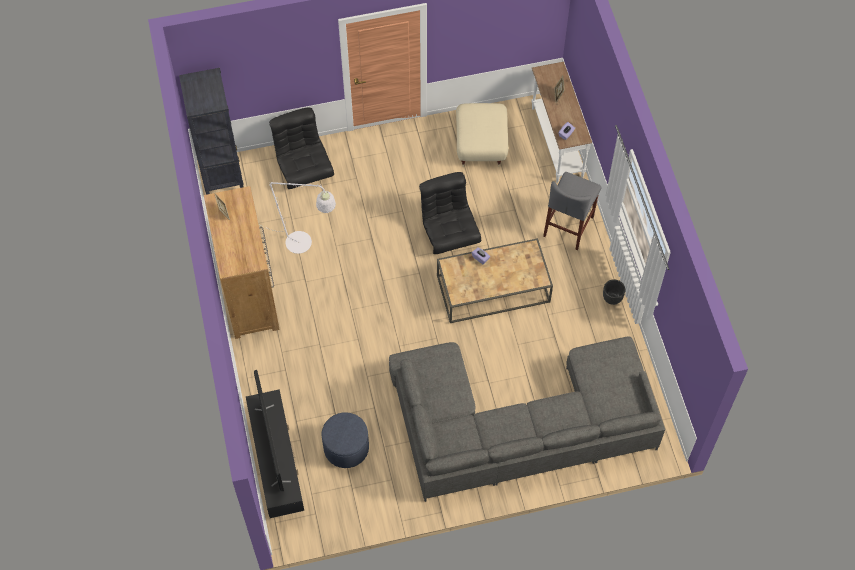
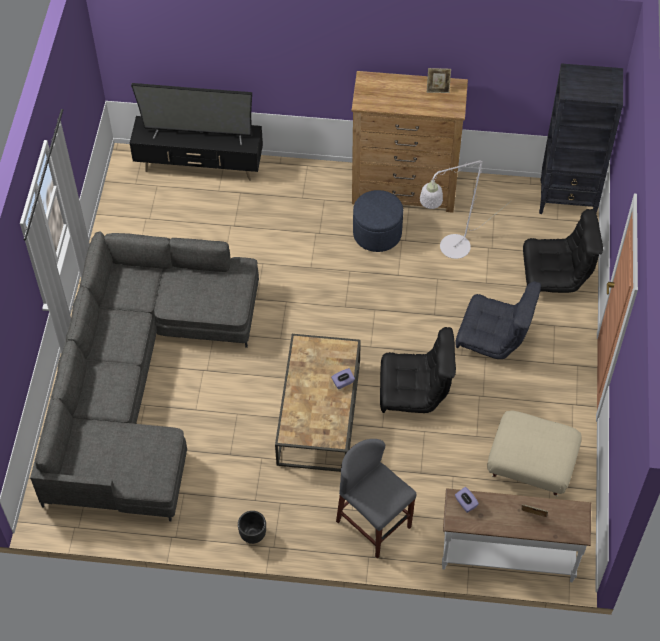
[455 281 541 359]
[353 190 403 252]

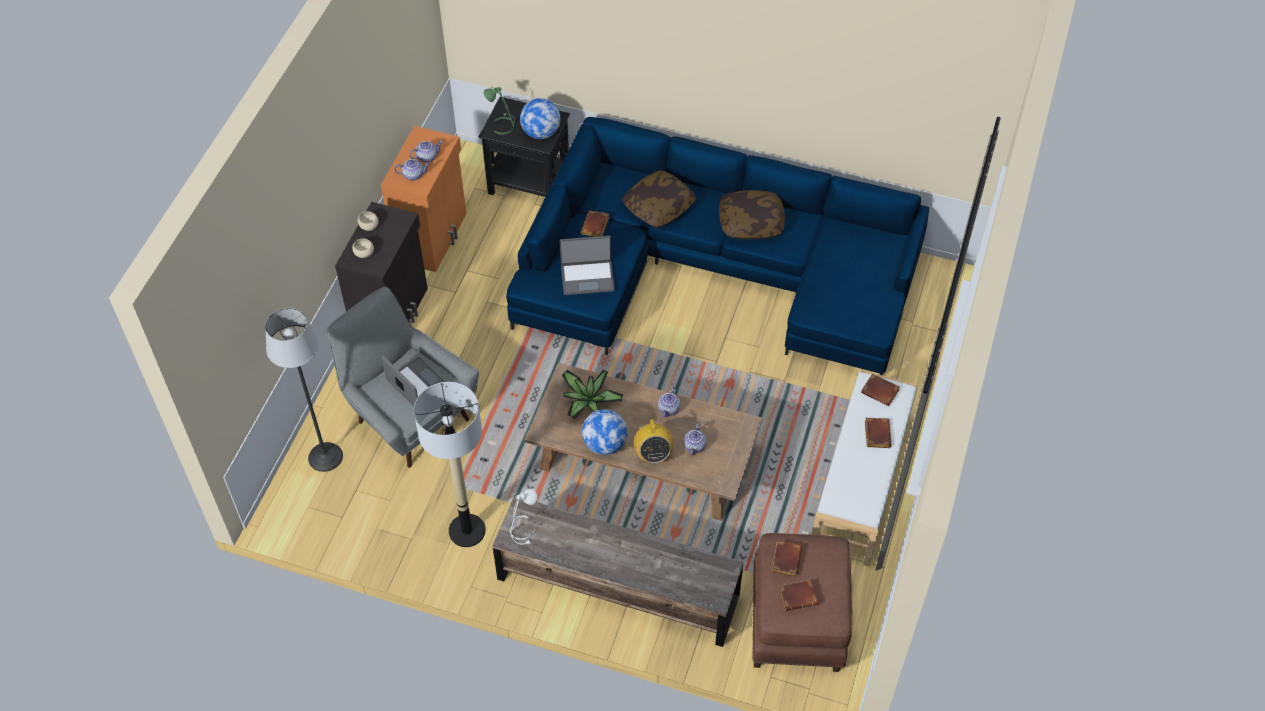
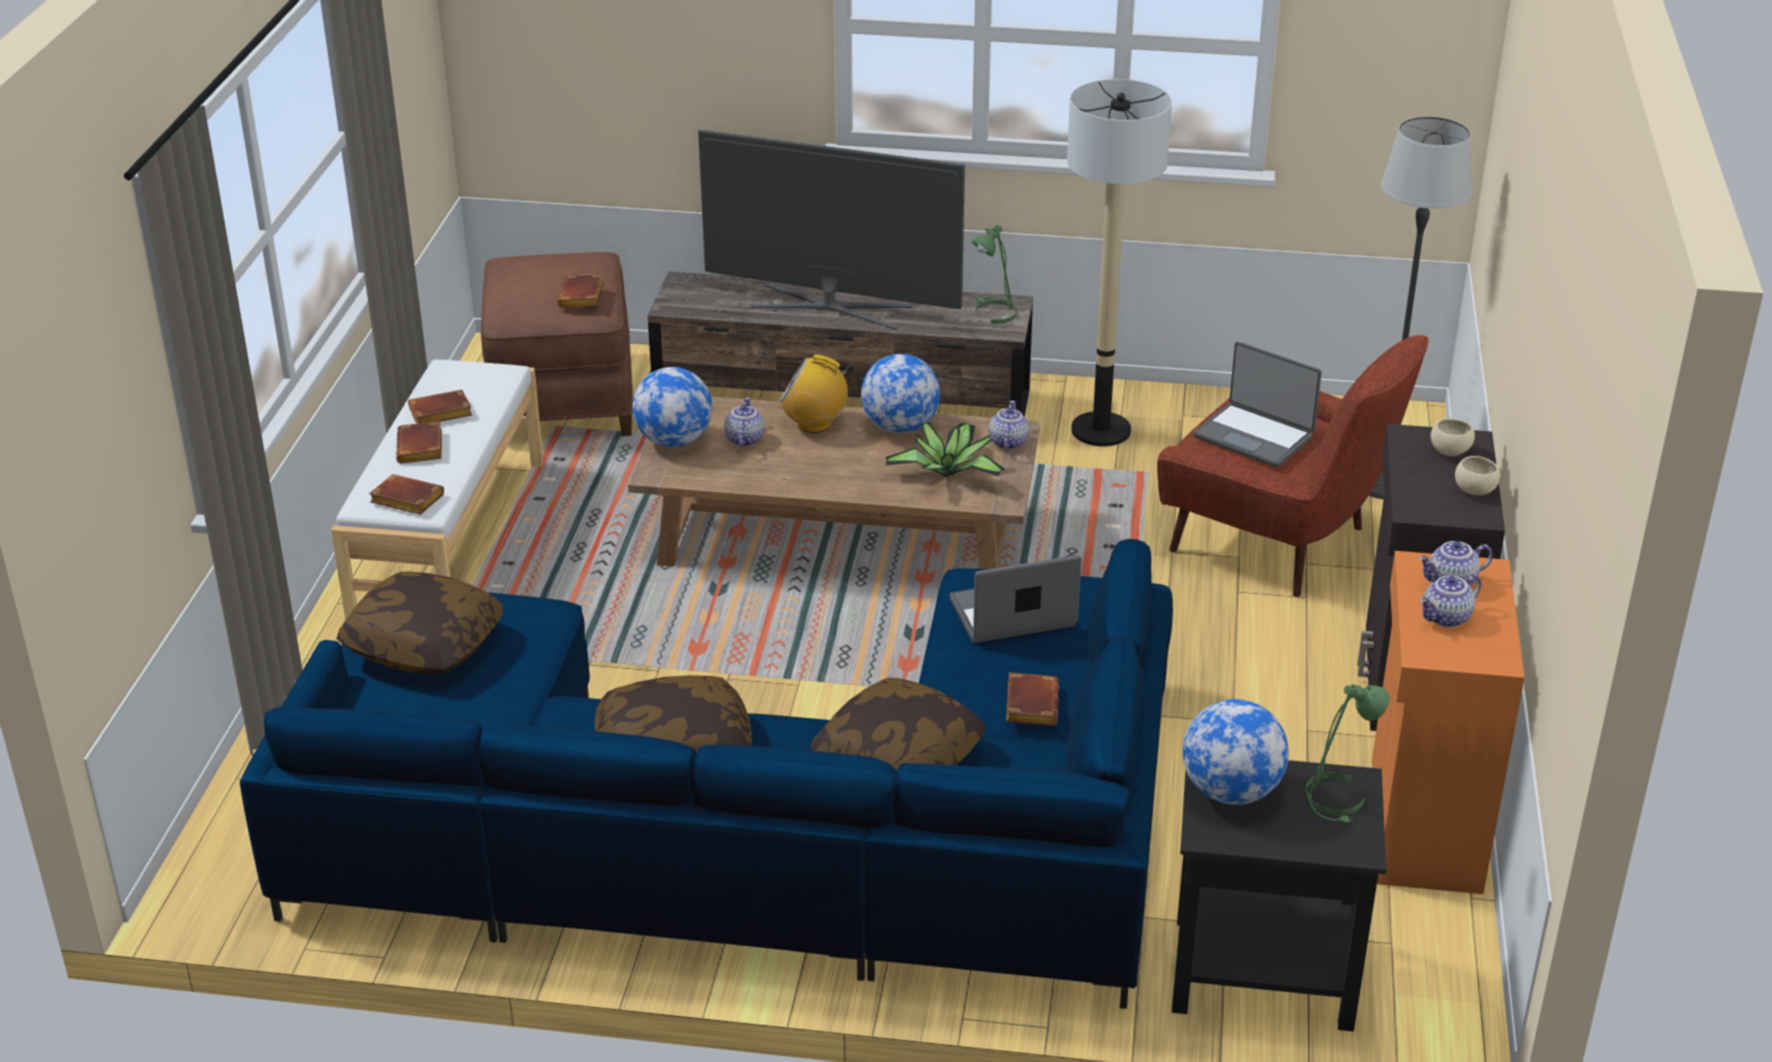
[336 571 504 675]
[632 367 712 447]
[698 129 965 330]
[989 401 1029 450]
[408 390 472 424]
[1157 335 1428 597]
[972 225 1017 324]
[780 355 853 433]

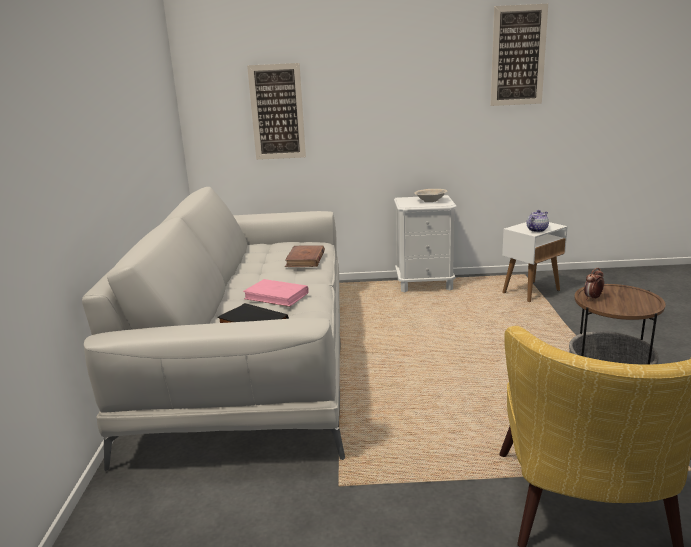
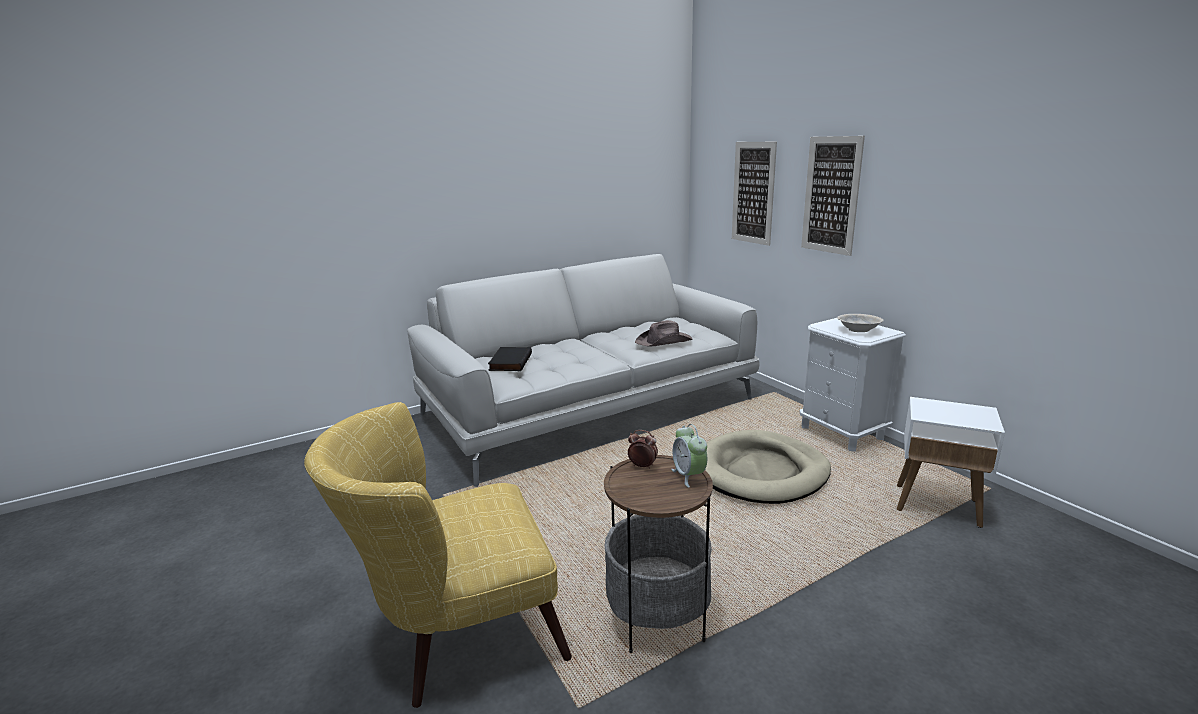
[243 279 309 307] (first image)
[526 210 549 232] (first image)
[671 424 707 488]
[705 430 831 504]
[801 136 865 256]
[635 320 693 346]

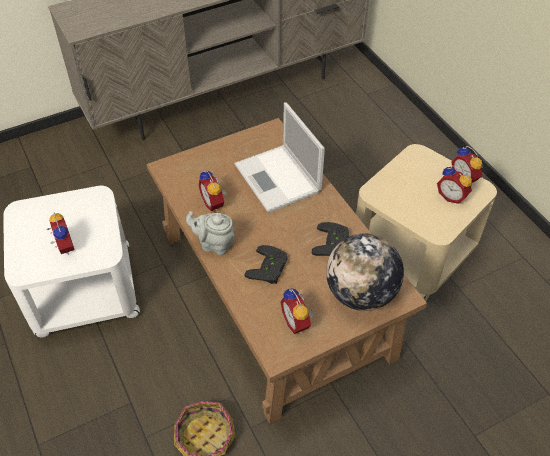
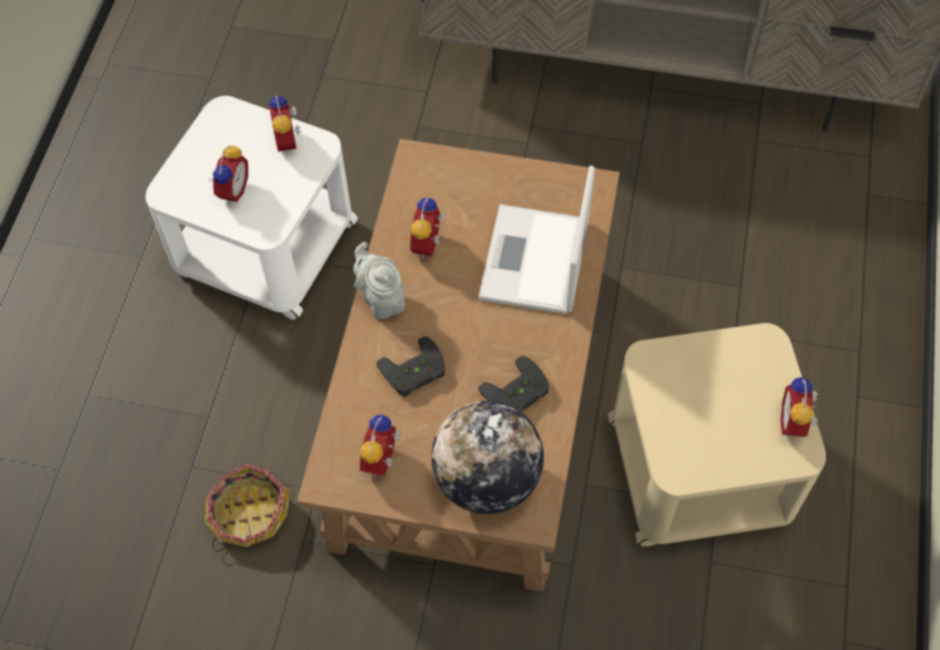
[269 95 301 154]

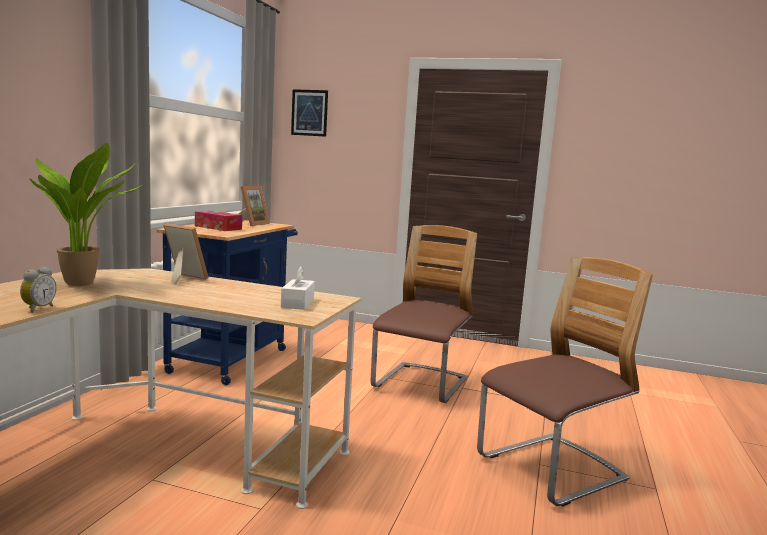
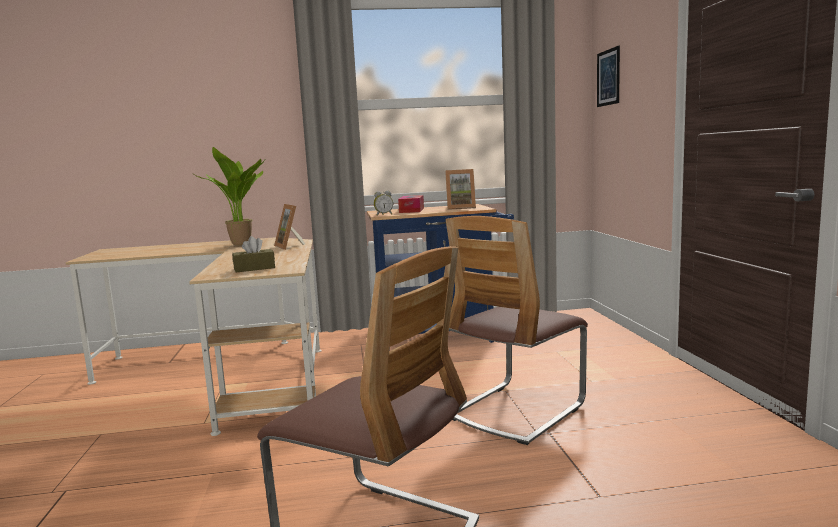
[374 191 393 216]
[232 236 275 272]
[274 204 305 250]
[446 216 588 445]

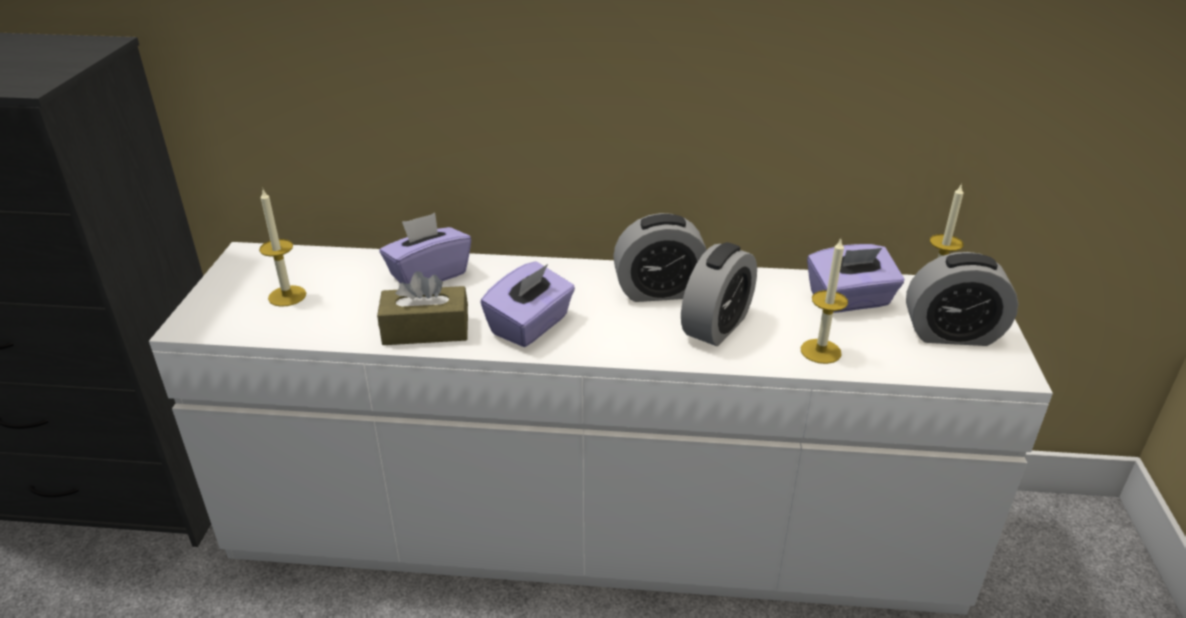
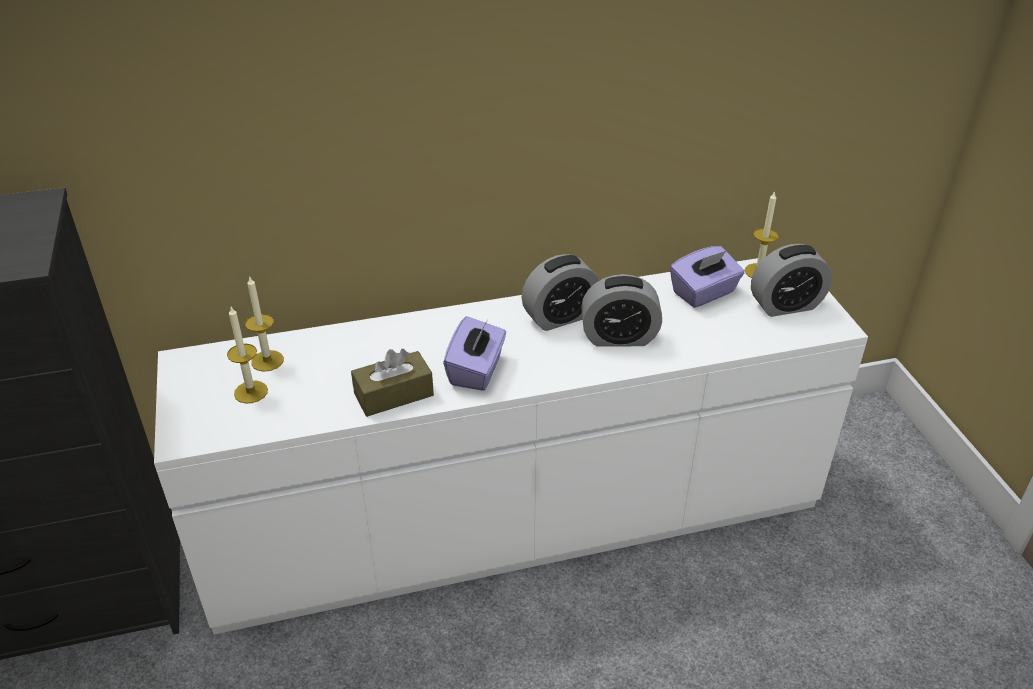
[380 213 471 284] (first image)
[245 275 284 372]
[581 274 662 347]

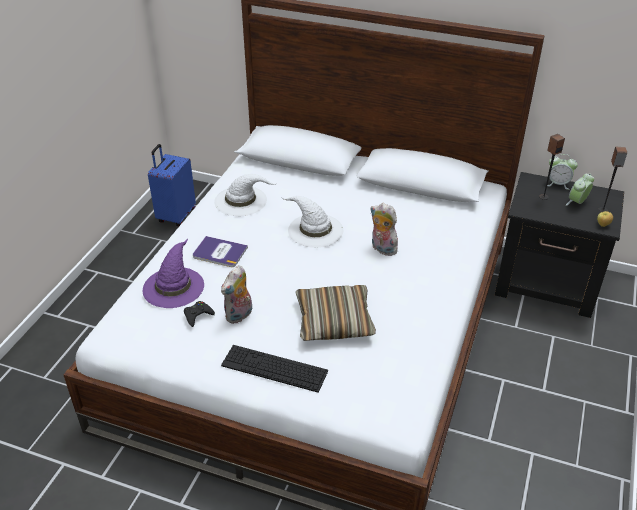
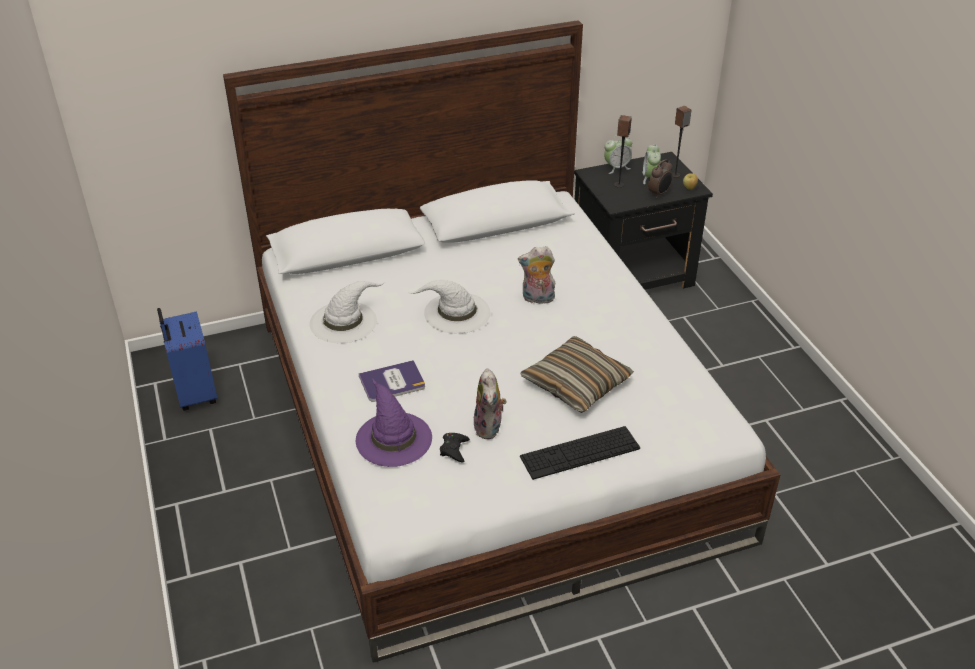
[648 159 672 198]

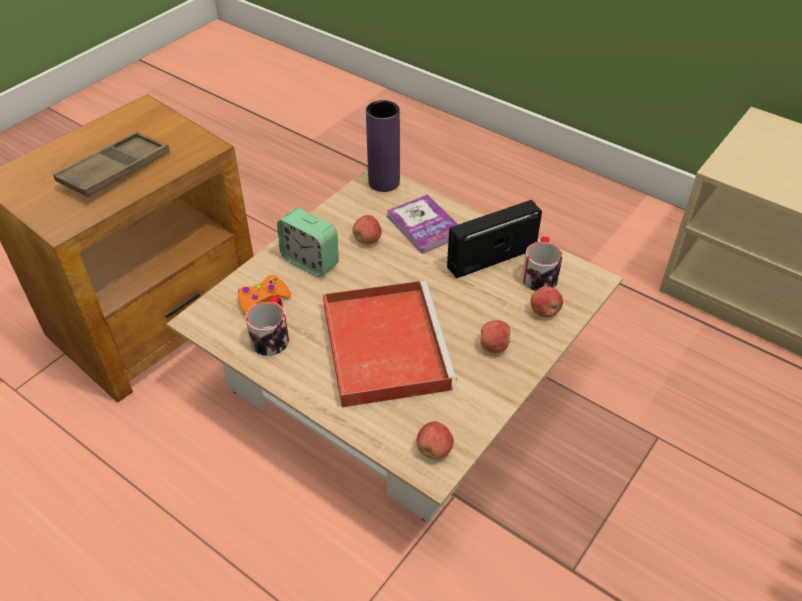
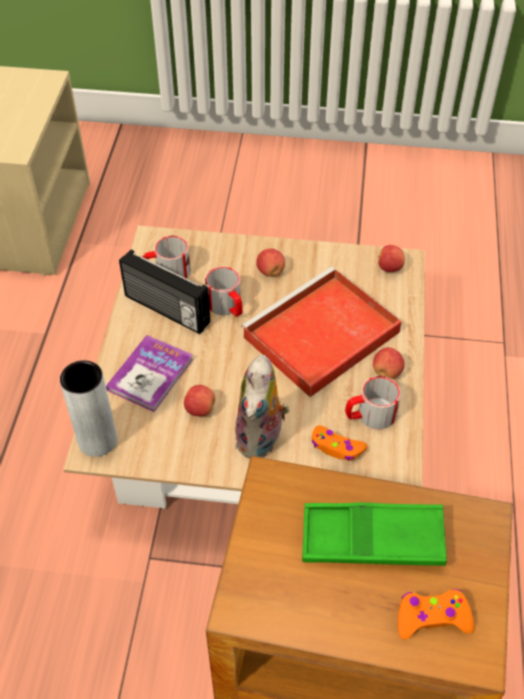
[205 266 243 316]
[398 589 474 640]
[373 347 405 379]
[235 355 289 459]
[302 502 447 566]
[60 360 117 457]

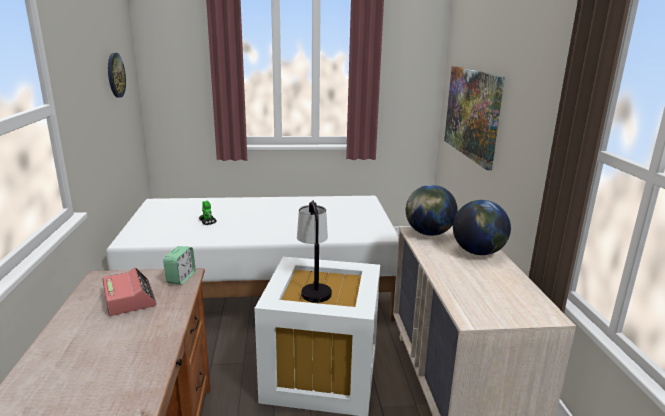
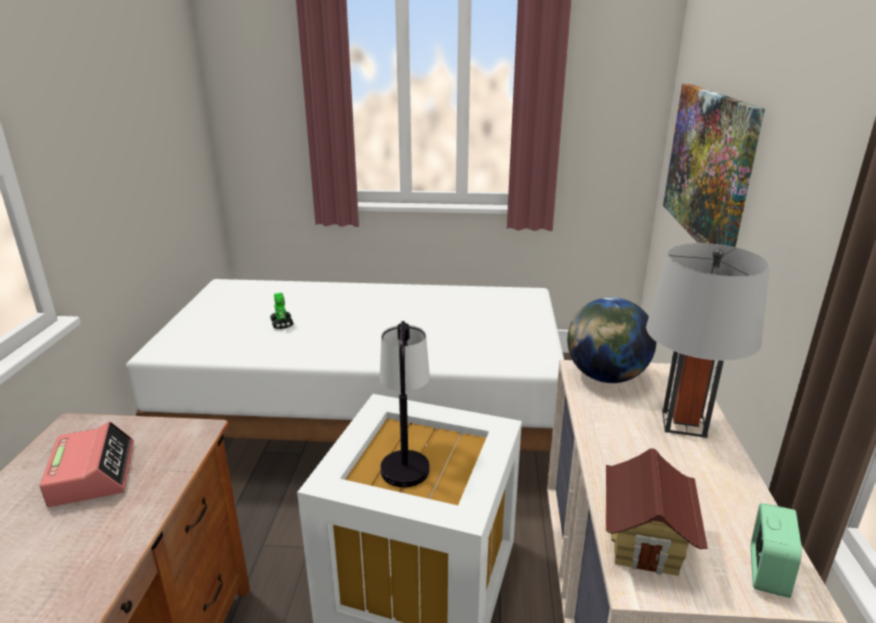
[108 53 126 98] (first image)
[606 448 708 576]
[751 503 802 598]
[646 243 770 438]

